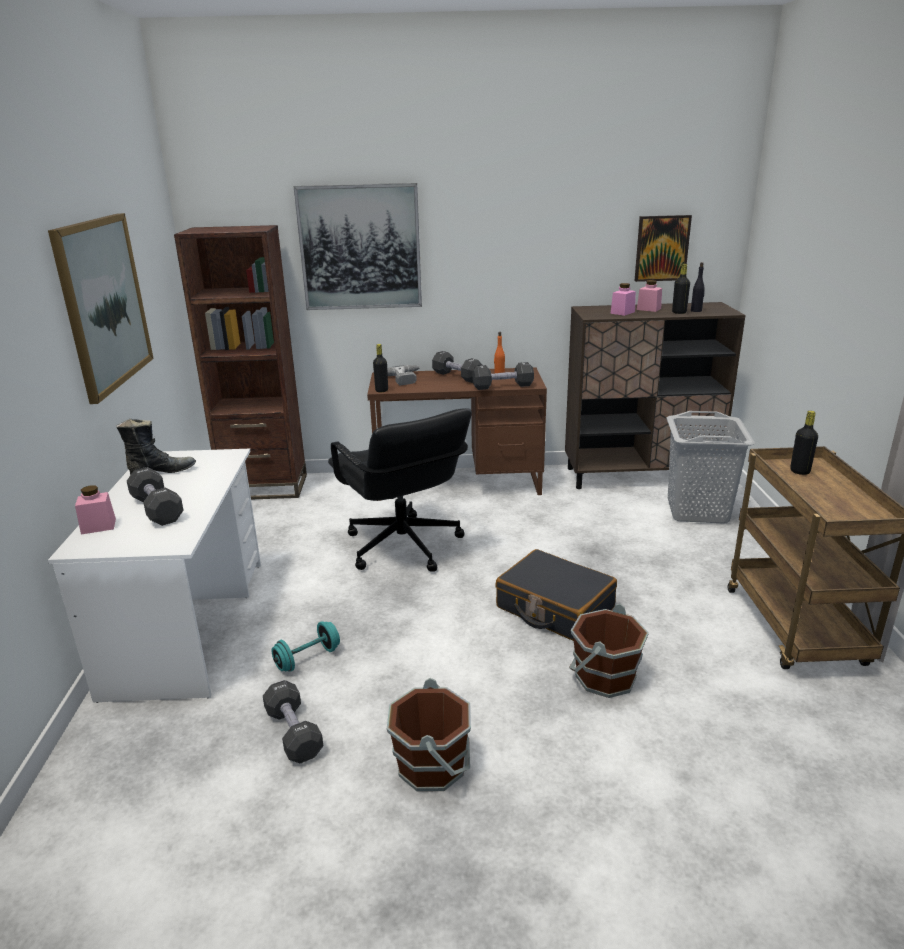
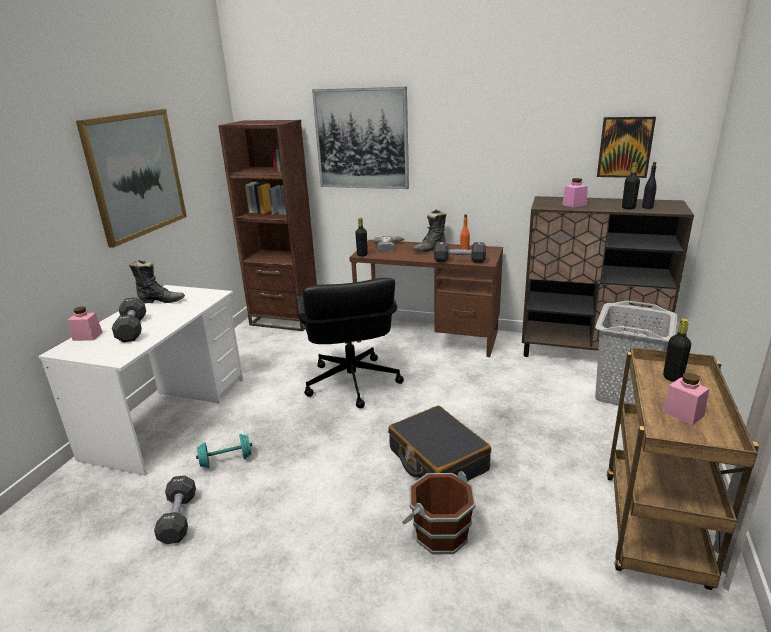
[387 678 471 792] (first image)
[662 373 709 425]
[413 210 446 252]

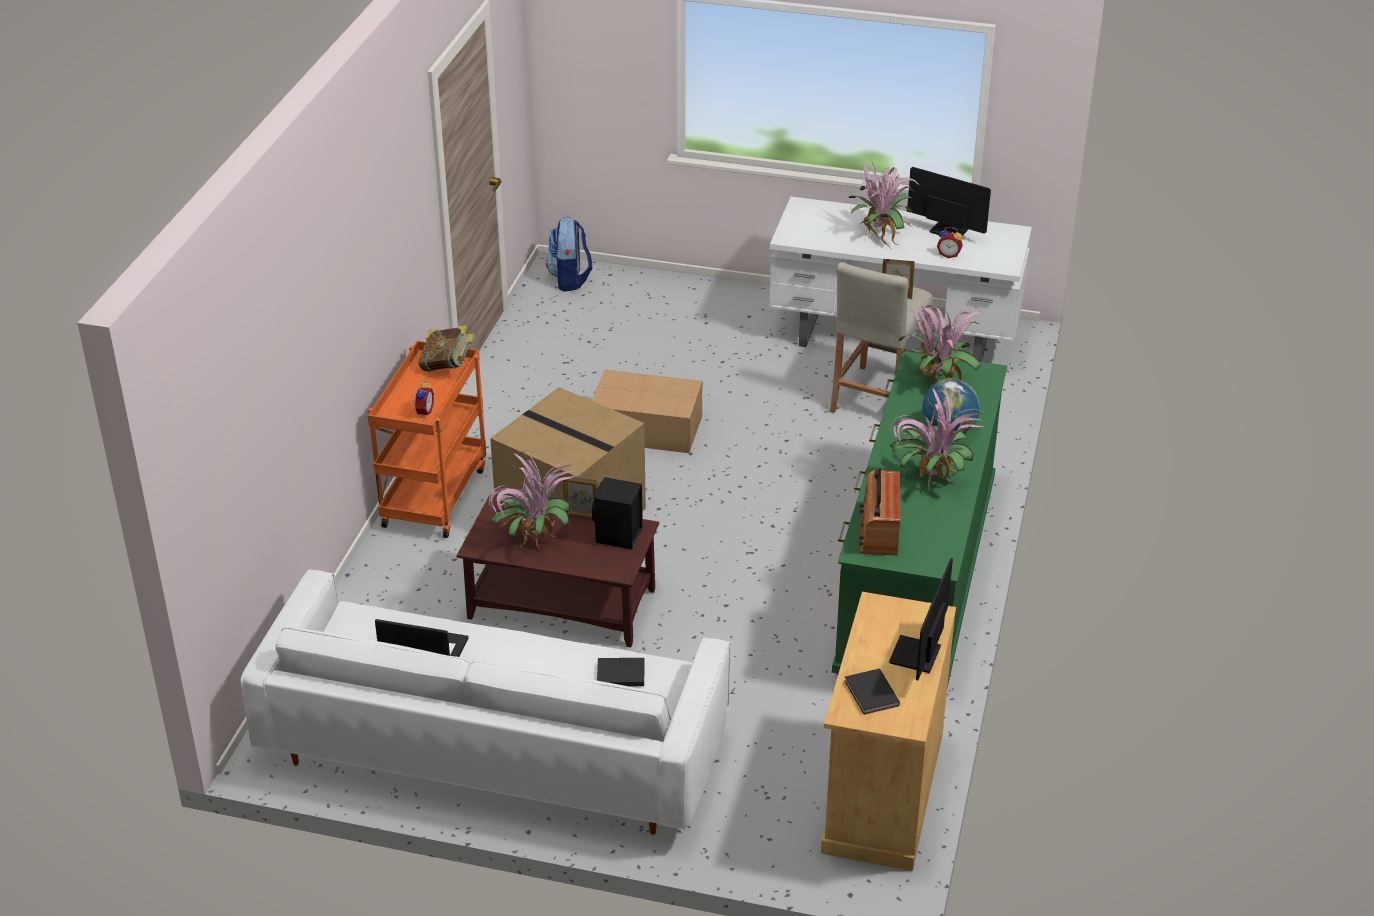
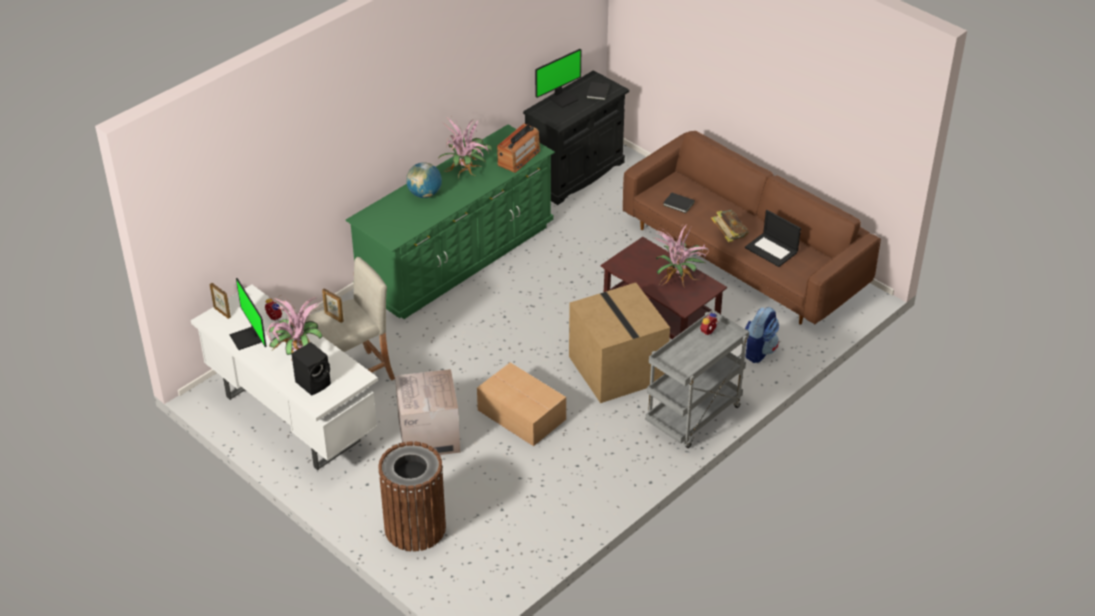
[899 305 982 386] (first image)
[378 441 446 552]
[395 369 460 455]
[711 210 749 242]
[745 307 779 363]
[210 283 231 319]
[291 342 331 396]
[623 131 881 325]
[646 310 749 448]
[523 70 629 205]

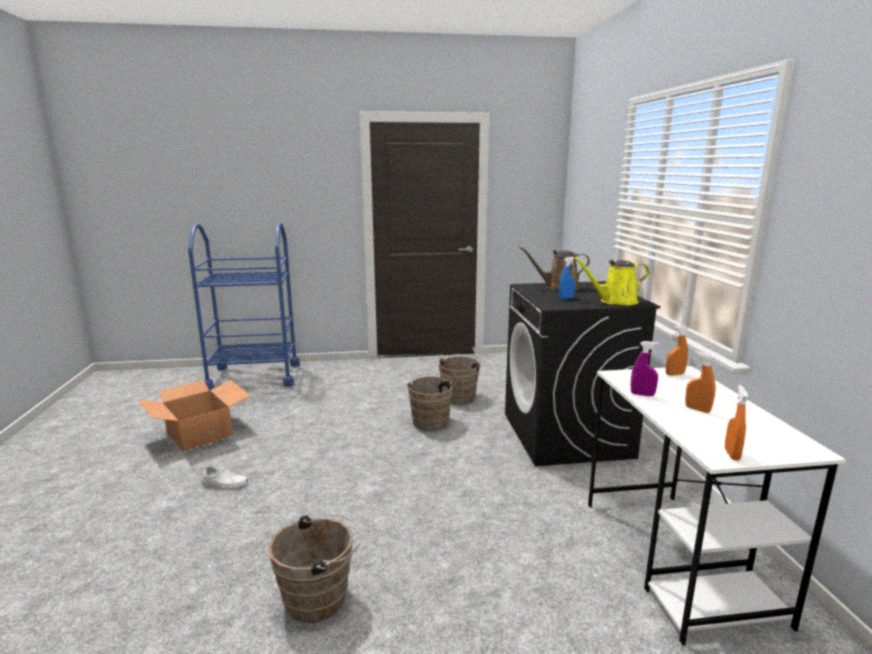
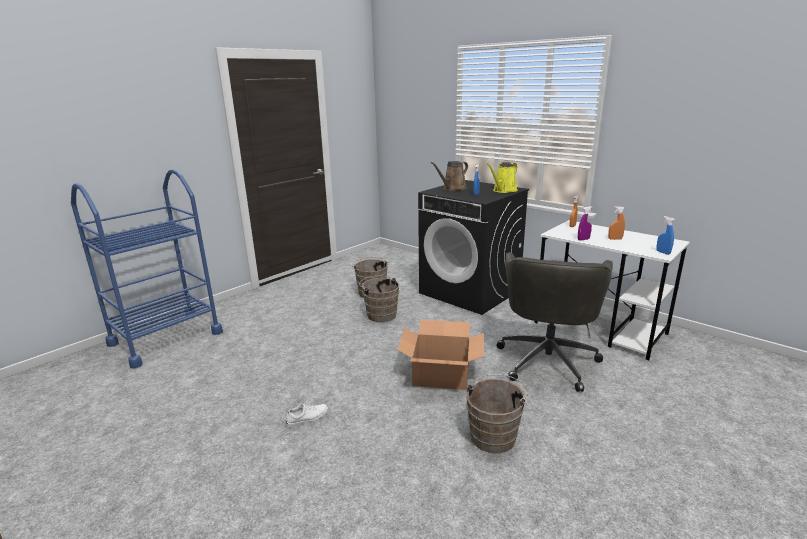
[496 252 613 392]
[398 320 484 390]
[656 216 675 255]

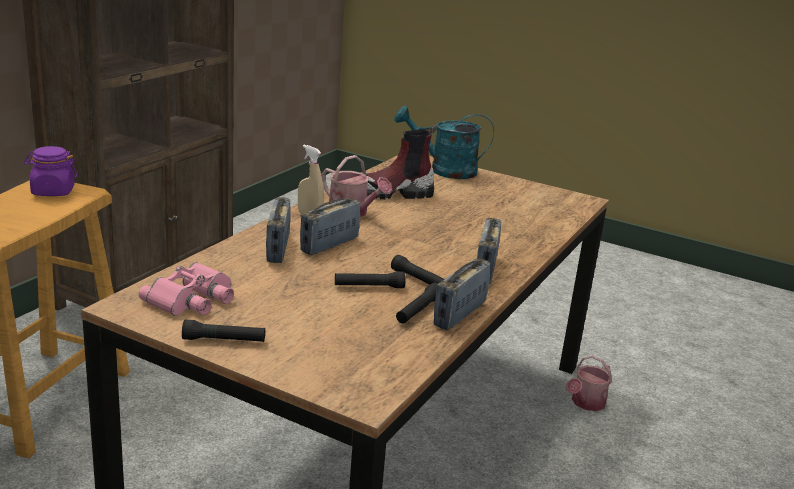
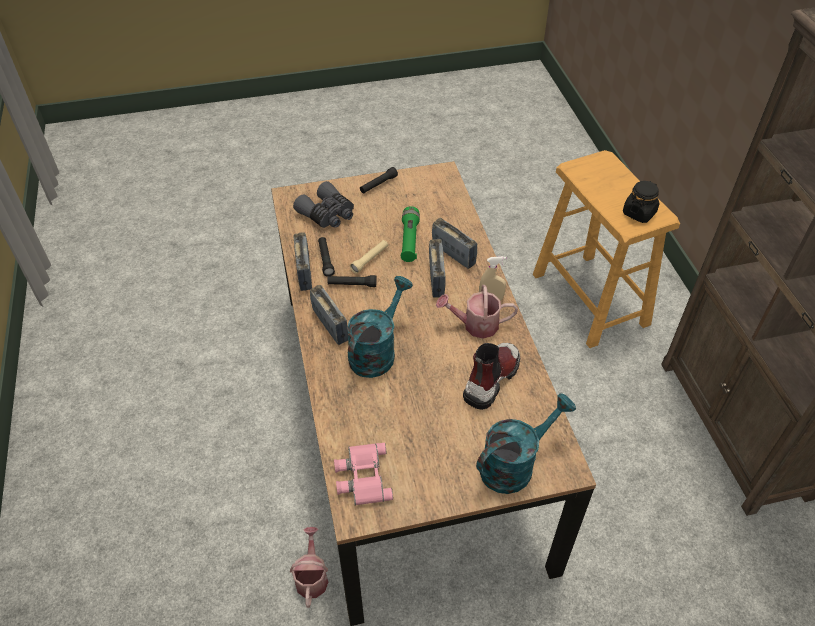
[293 181 354 228]
[347 276 413 378]
[401 206 420 262]
[334 443 393 505]
[623 181 659 223]
[350 240 388 274]

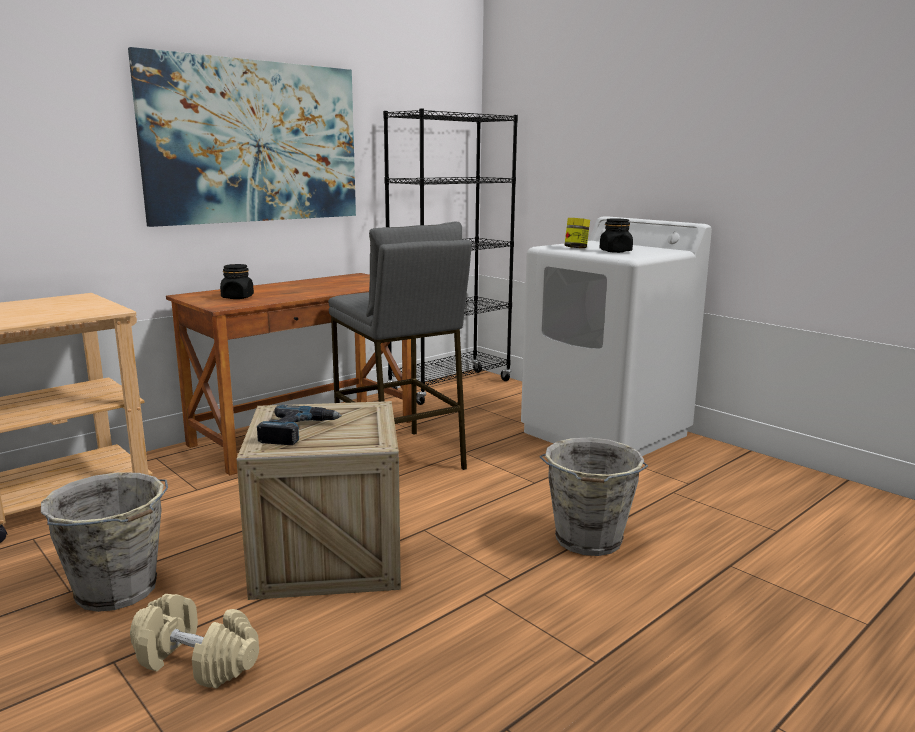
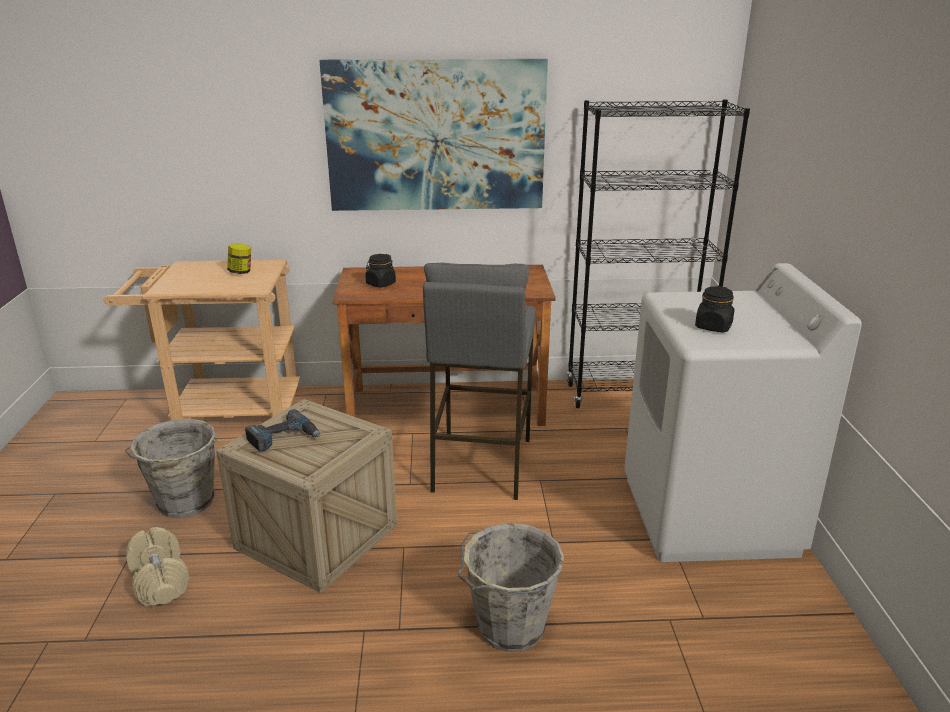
[227 244 251 274]

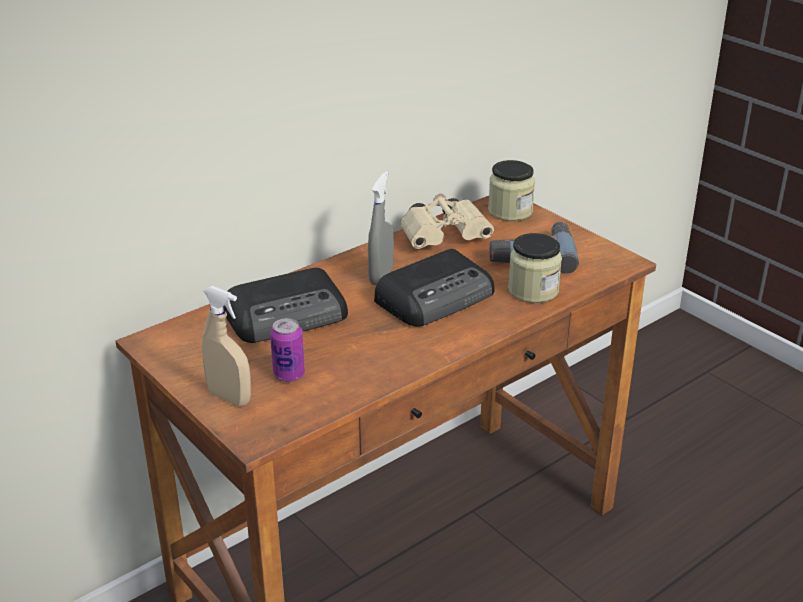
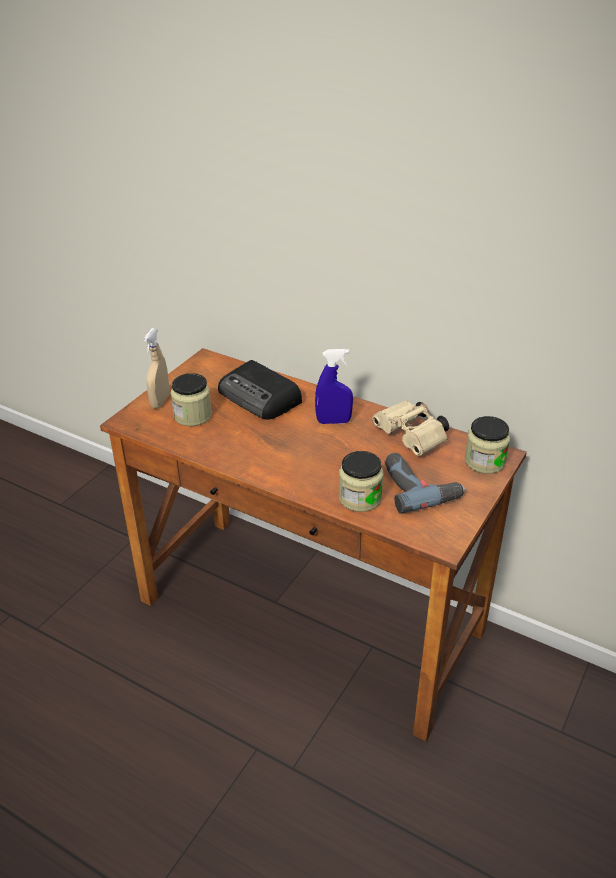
[374 249 495 326] (first image)
[171 373 212 426]
[315 349 353 424]

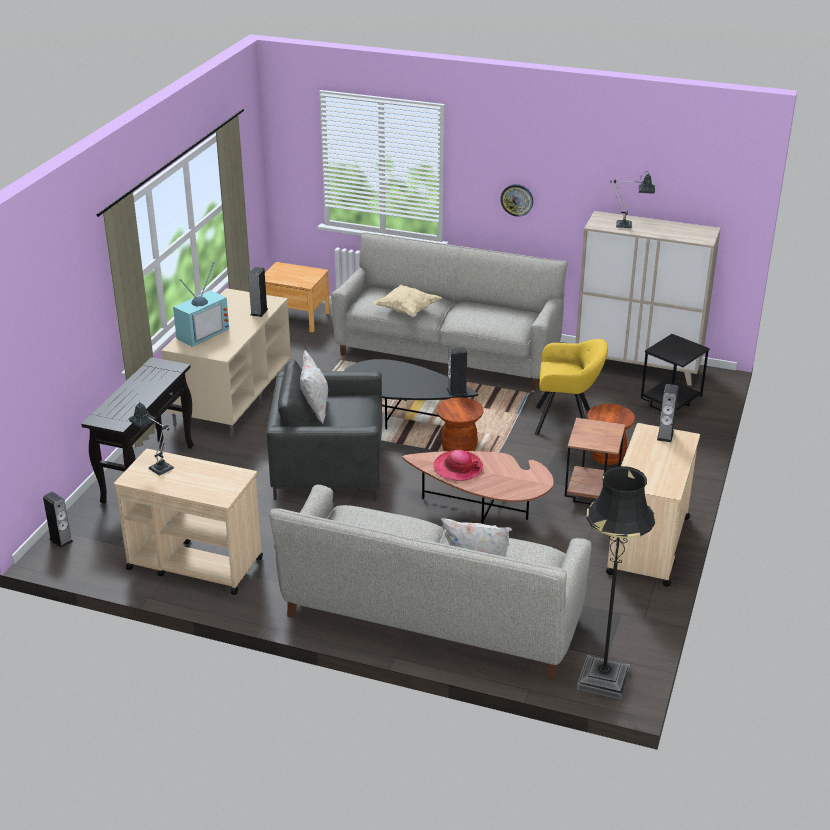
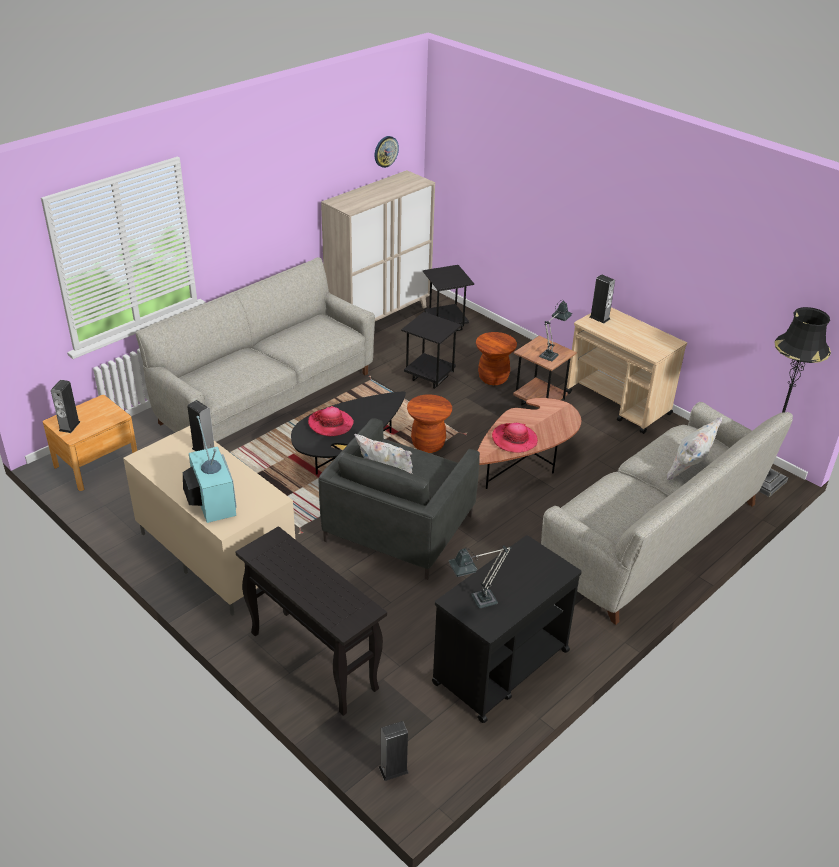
[373 285 442 318] (first image)
[308 406 354 436]
[51 380 80 433]
[374 136 399 168]
[539 300 572 361]
[401 312 461 389]
[432 535 582 723]

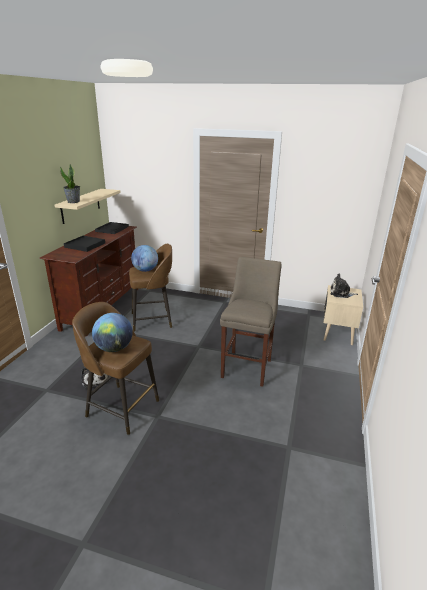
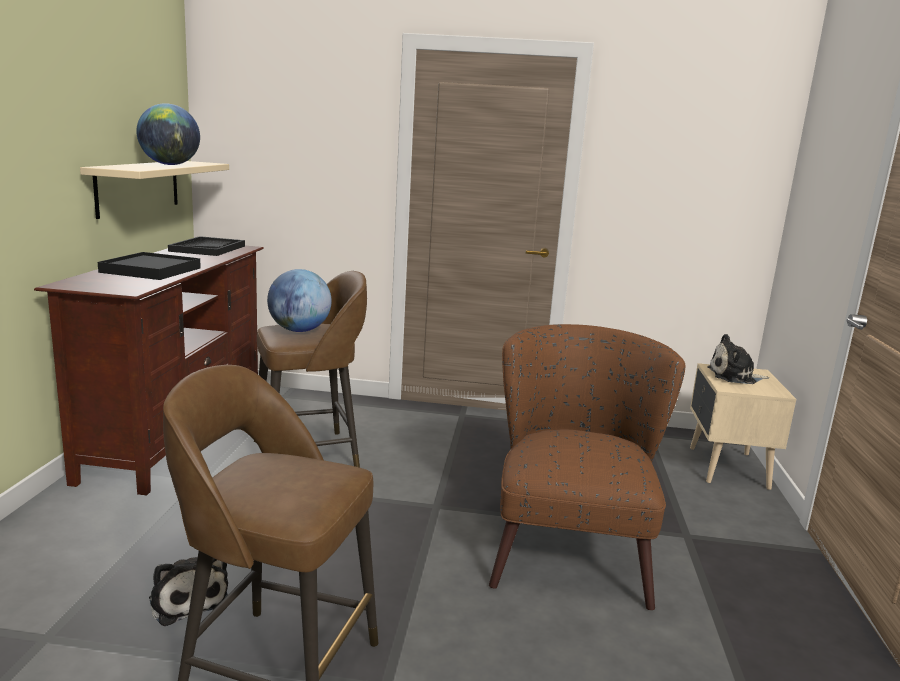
[60 164 80 203] (first image)
[136 103 200 165]
[489 324 685 610]

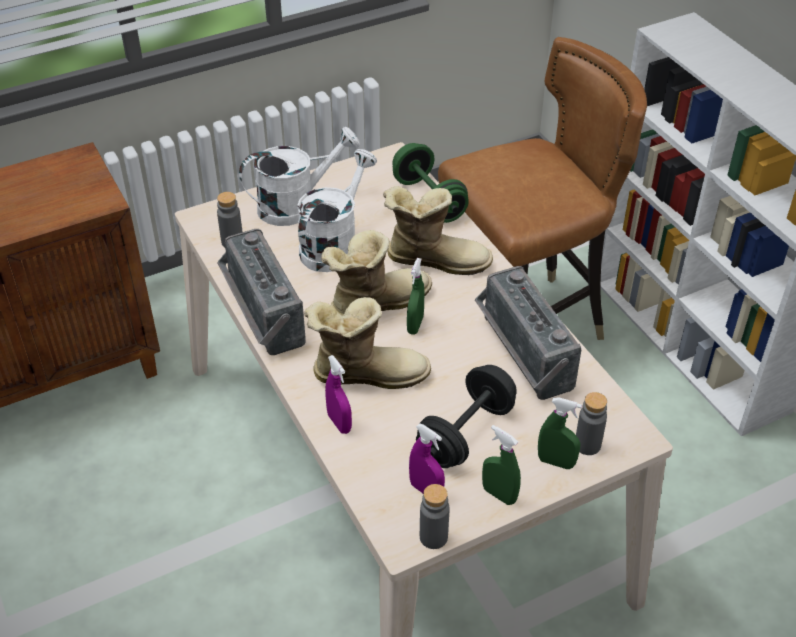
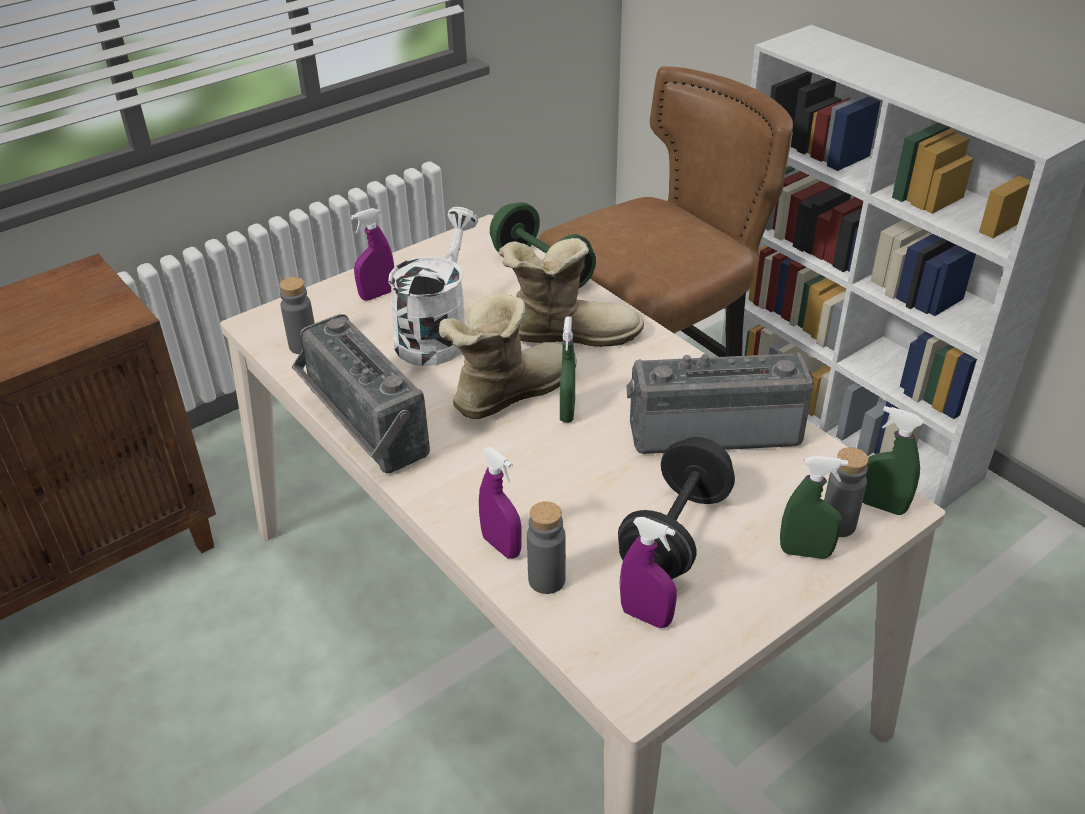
[304 297 431 389] (first image)
[527 501 566 594]
[863 406 923 515]
[351 208 394 301]
[626 352 814 454]

